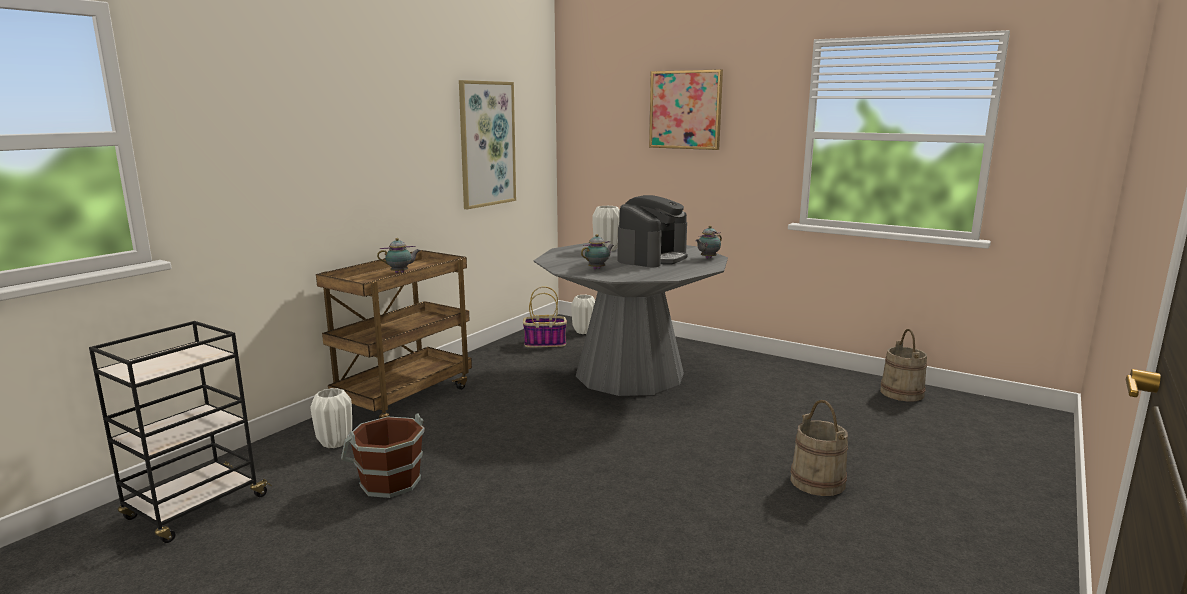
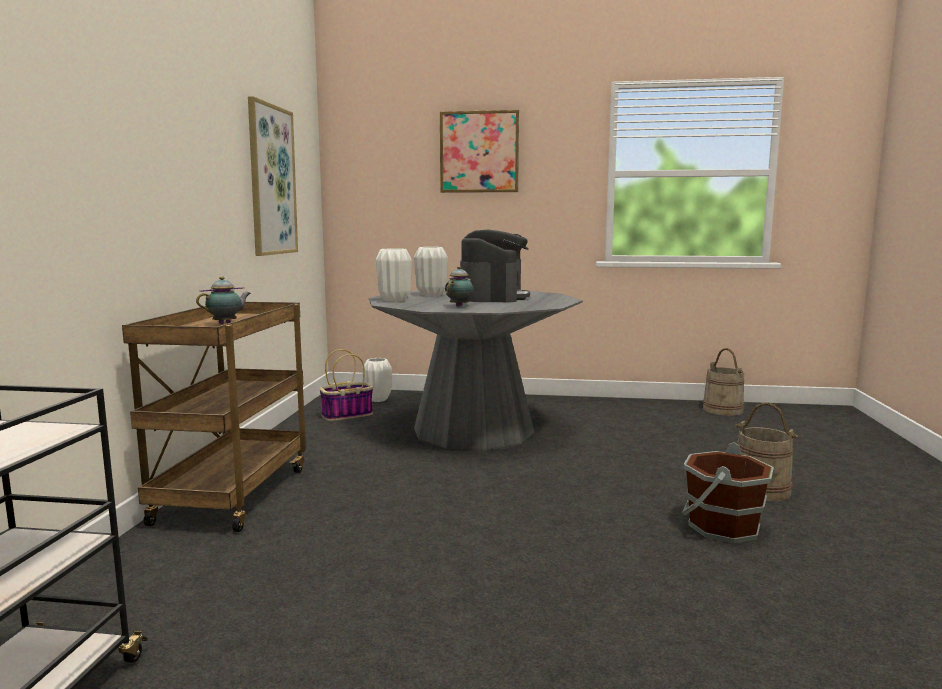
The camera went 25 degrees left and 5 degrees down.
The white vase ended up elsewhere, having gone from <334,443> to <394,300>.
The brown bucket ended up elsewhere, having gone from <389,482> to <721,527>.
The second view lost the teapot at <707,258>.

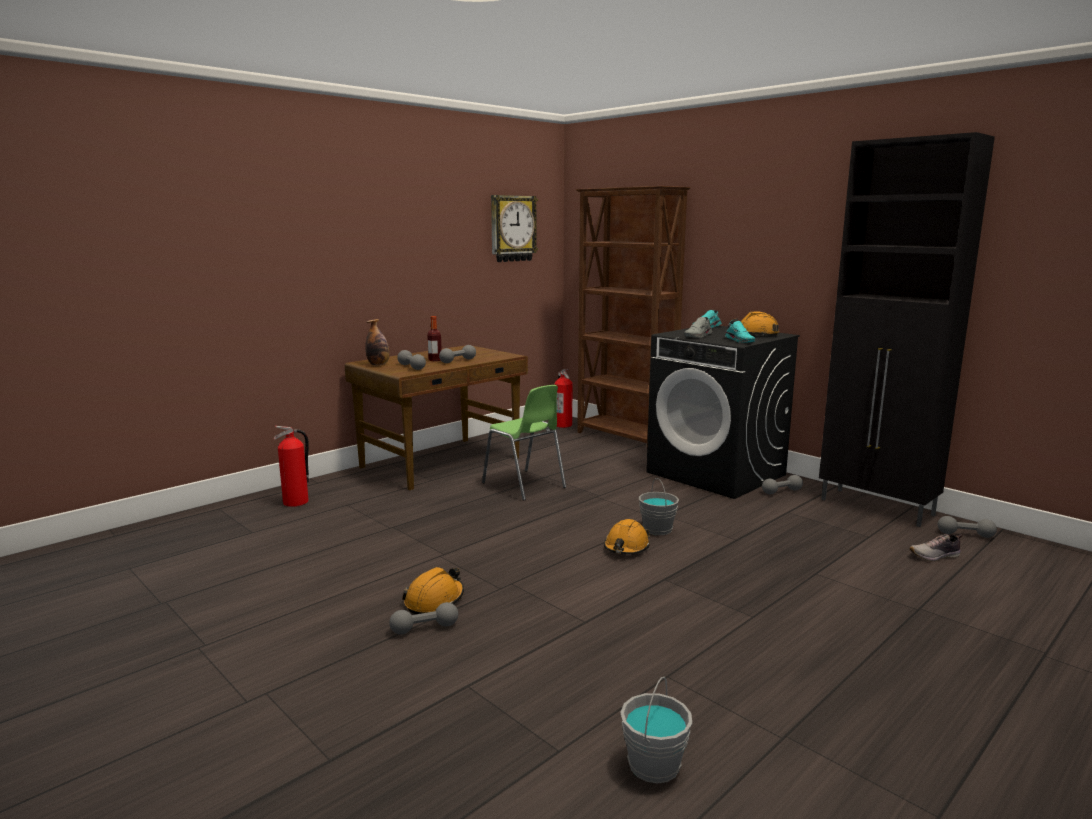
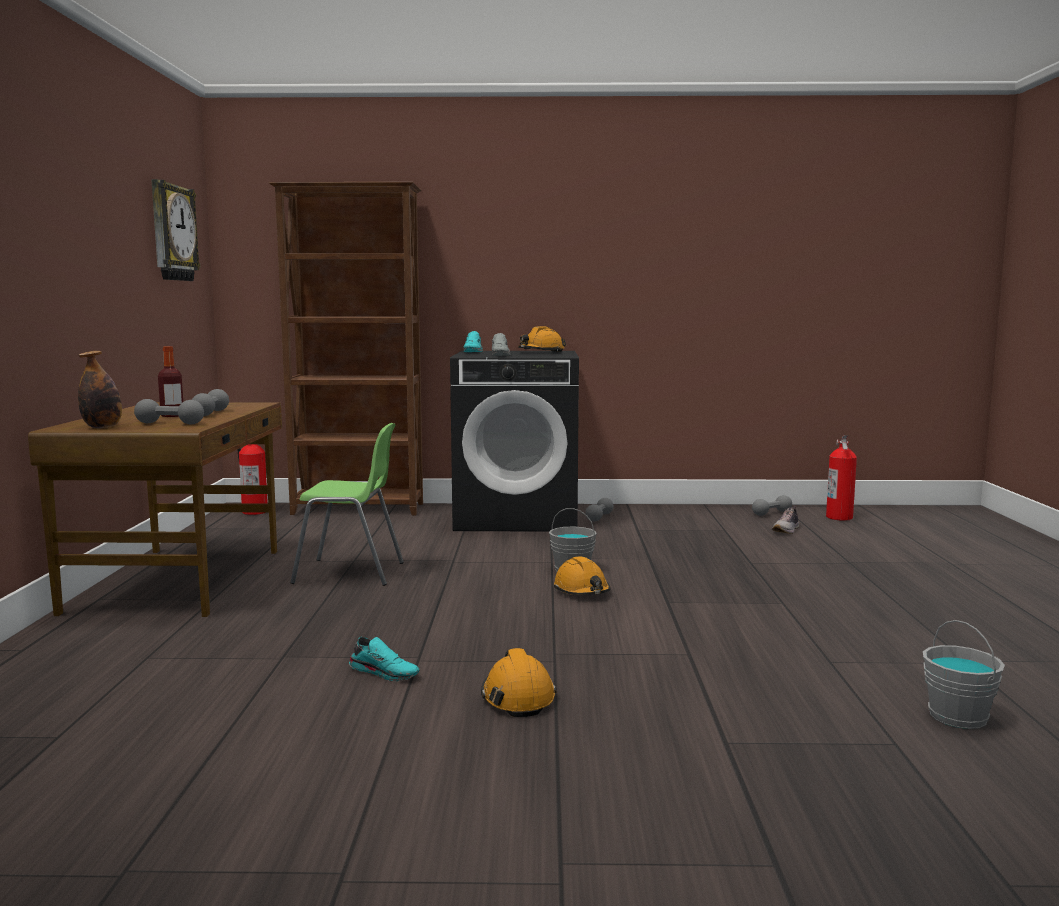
The camera went 45 degrees left and 5 degrees down.
The fire extinguisher ended up elsewhere, having gone from <296,502> to <839,517>.
The second view lost the grey dumbbell at <424,628>.
The turquoise shoe ended up elsewhere, having gone from <740,341> to <385,672>.
The second view lost the black cabinet at <878,508>.

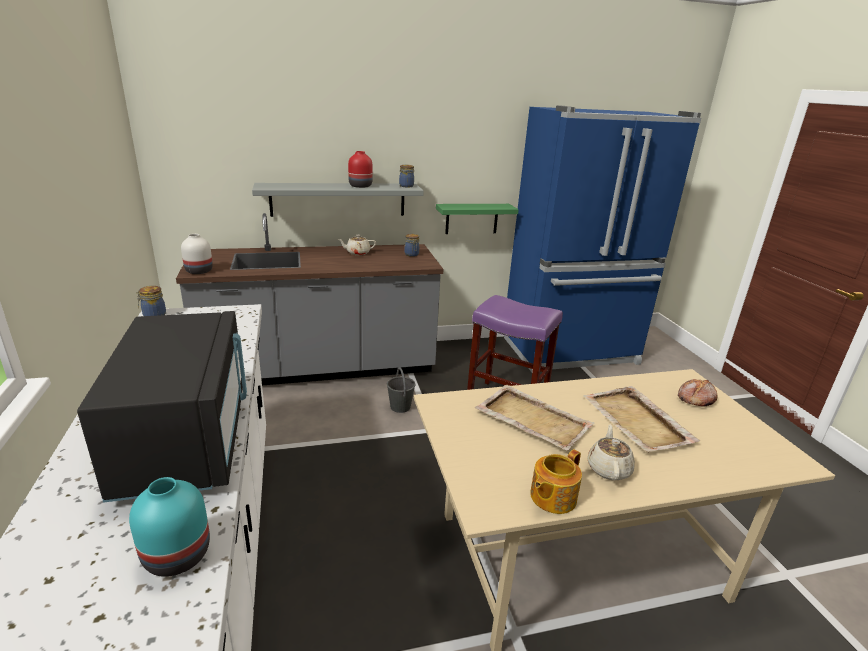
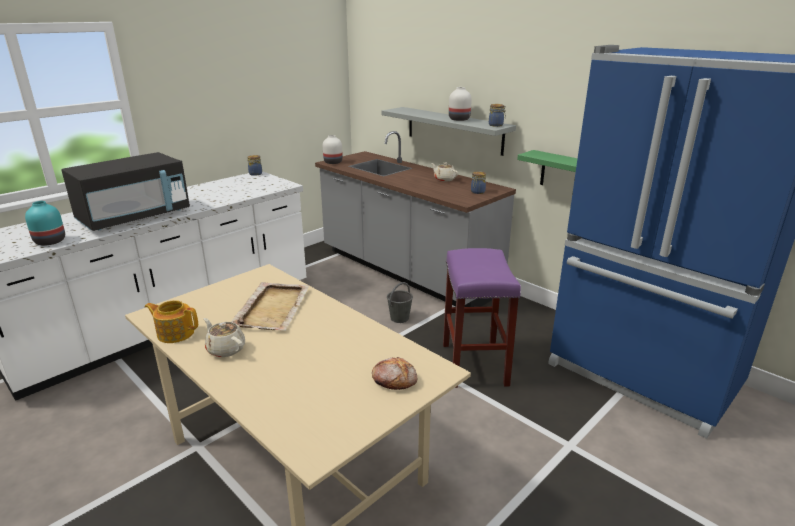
The camera went 60 degrees right and 0 degrees up.
What was the red vase at <361,186> turned into the white vase at <459,119>.
The second view lost the beige tray at <637,421>.
The beige teapot at <608,468> ended up facing another way, 120 degrees counterclockwise from before.

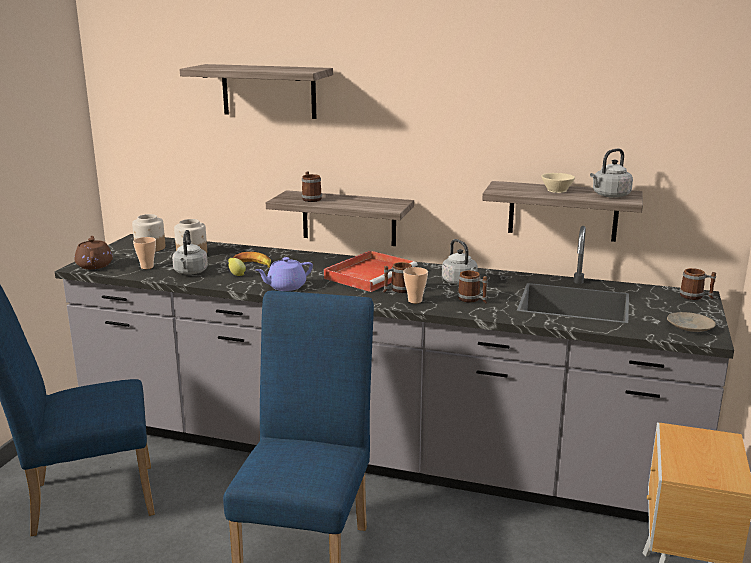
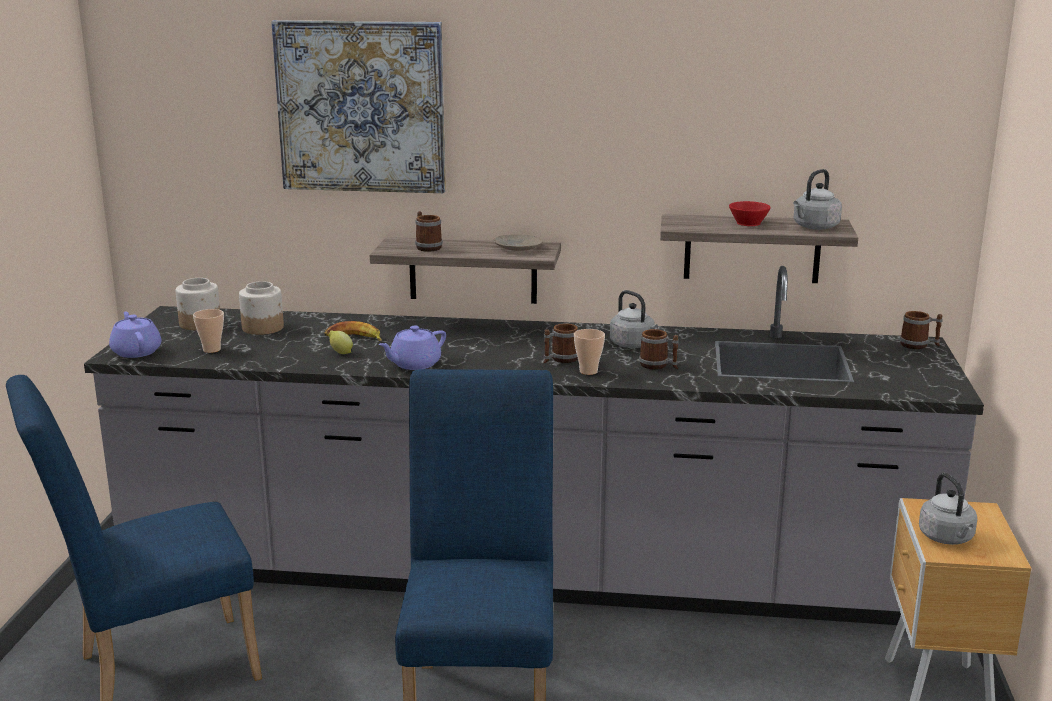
The camera went 10 degrees left and 0 degrees up.
What was the brown teapot at <94,265> turned into the purple teapot at <136,351>.
The grey kettle ended up elsewhere, having gone from <190,272> to <947,538>.
Where the shelf hung at <268,91>, the picture came to hang at <361,107>.
The second view lost the red tray at <371,274>.
What was the beige cup at <555,190> turned into the red cup at <746,223>.
The beige plate ended up elsewhere, having gone from <689,327> to <517,248>.

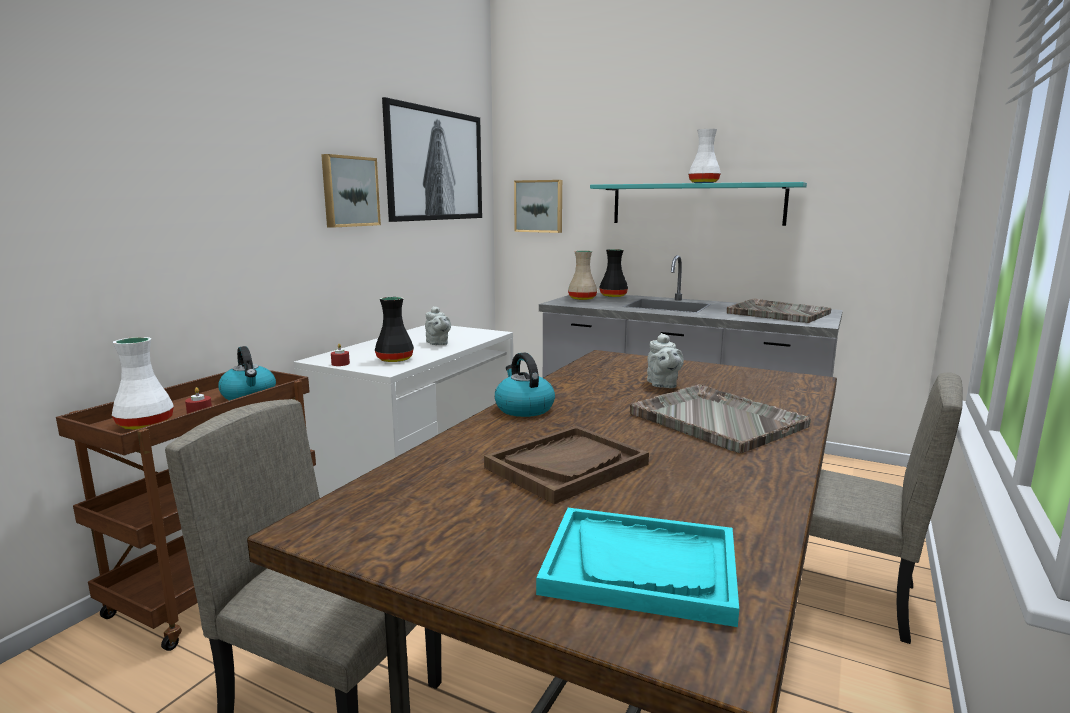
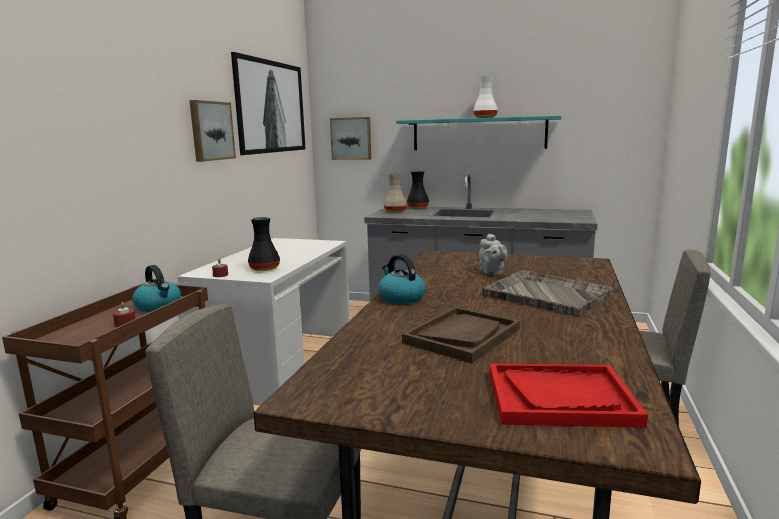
The camera went 10 degrees left and 0 degrees up.
The second view lost the white vase at <145,424>.
The second view lost the grey teapot at <437,343>.
What was the turquoise tray at <641,567> turned into the red tray at <560,398>.
The second view lost the grey tray at <777,313>.

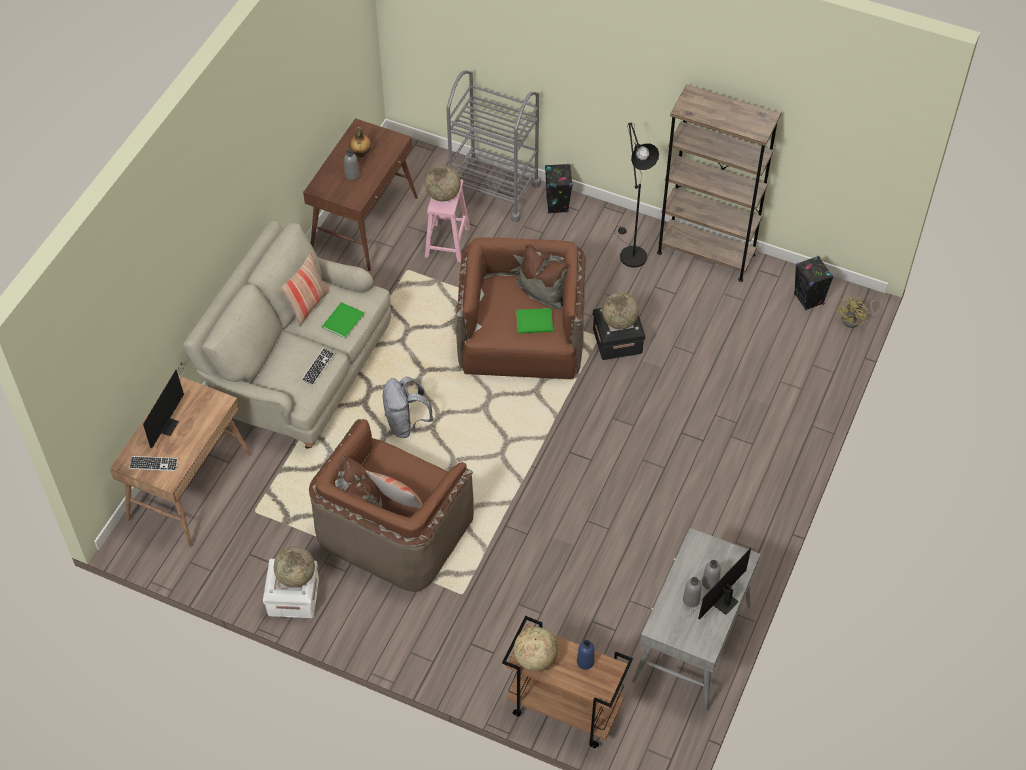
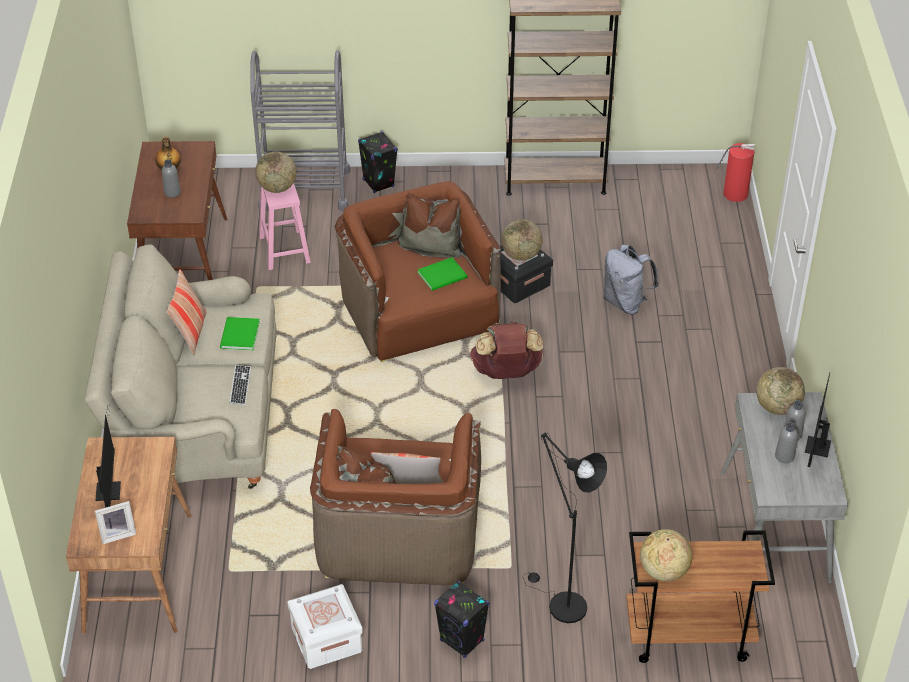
The camera went 25 degrees left and 10 degrees down.
Where the keyboard stood at <154,464>, the picture frame came to stand at <117,534>.
The globe ended up elsewhere, having gone from <296,577> to <777,407>.
The grey backpack ended up elsewhere, having gone from <406,424> to <626,303>.
The second view lost the blue bottle at <585,662>.
The black floor lamp ended up elsewhere, having gone from <630,253> to <561,604>.
The black speaker ended up elsewhere, having gone from <808,299> to <462,641>.
Where the yellow fan stood at <855,320>, the fire extinguisher came to stand at <734,193>.
The second view gained the brown backpack at <506,372>.

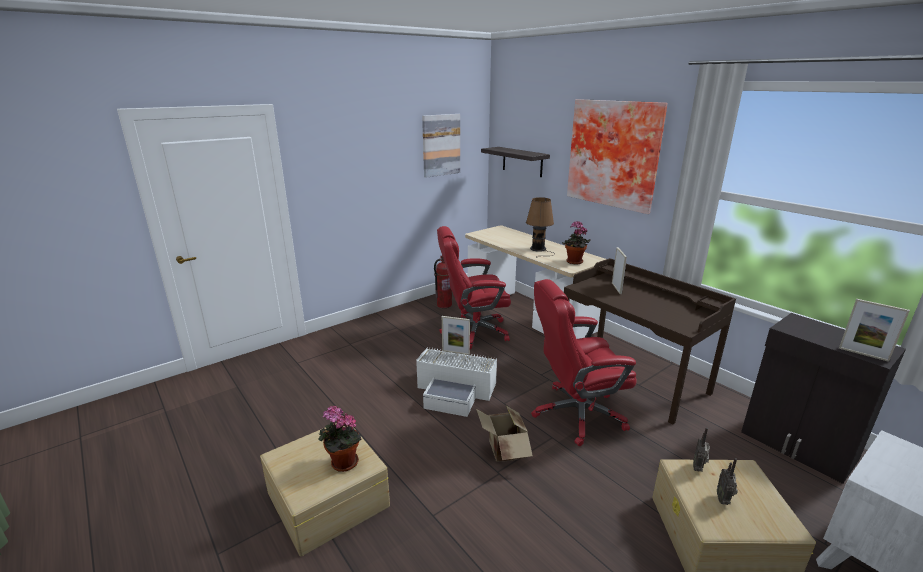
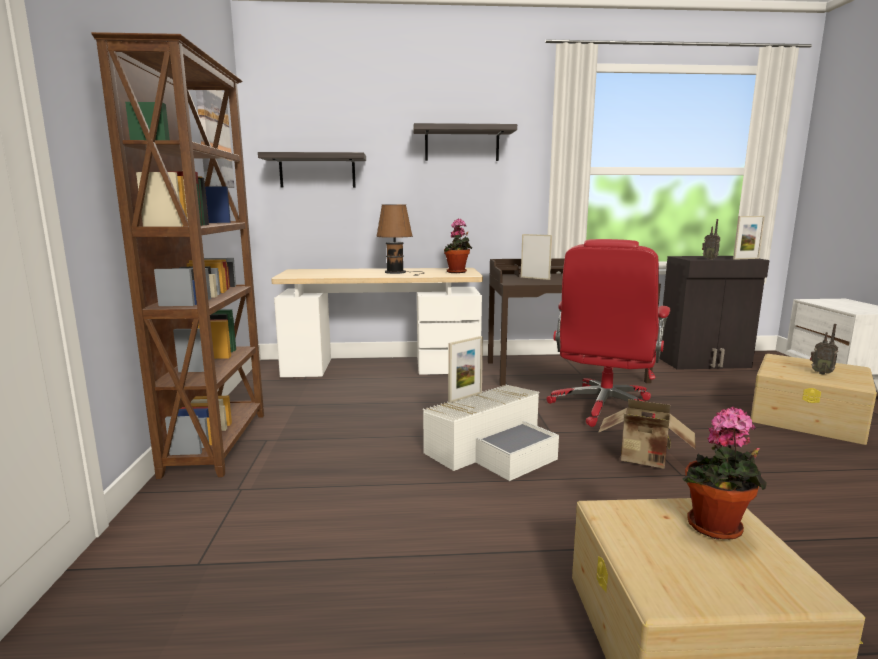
The camera went 55 degrees left and 10 degrees down.
The second view lost the fire extinguisher at <444,305>.
The second view lost the red office chair at <473,332>.
Where the picture hung at <614,154>, the shelf came to hang at <462,144>.
The radio ended up elsewhere, having gone from <698,468> to <710,259>.
The second view gained the brown bookcase at <219,442>.

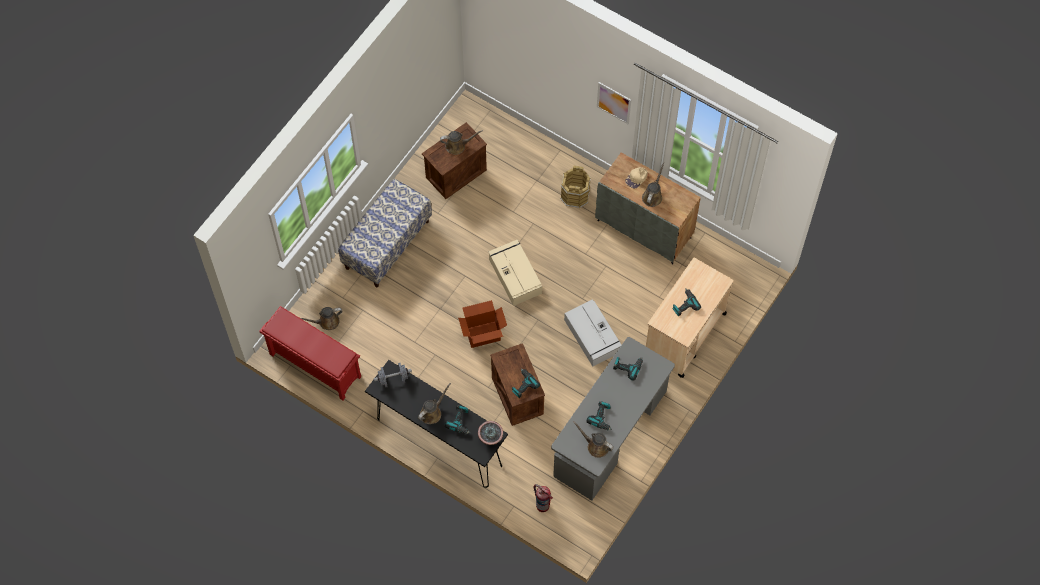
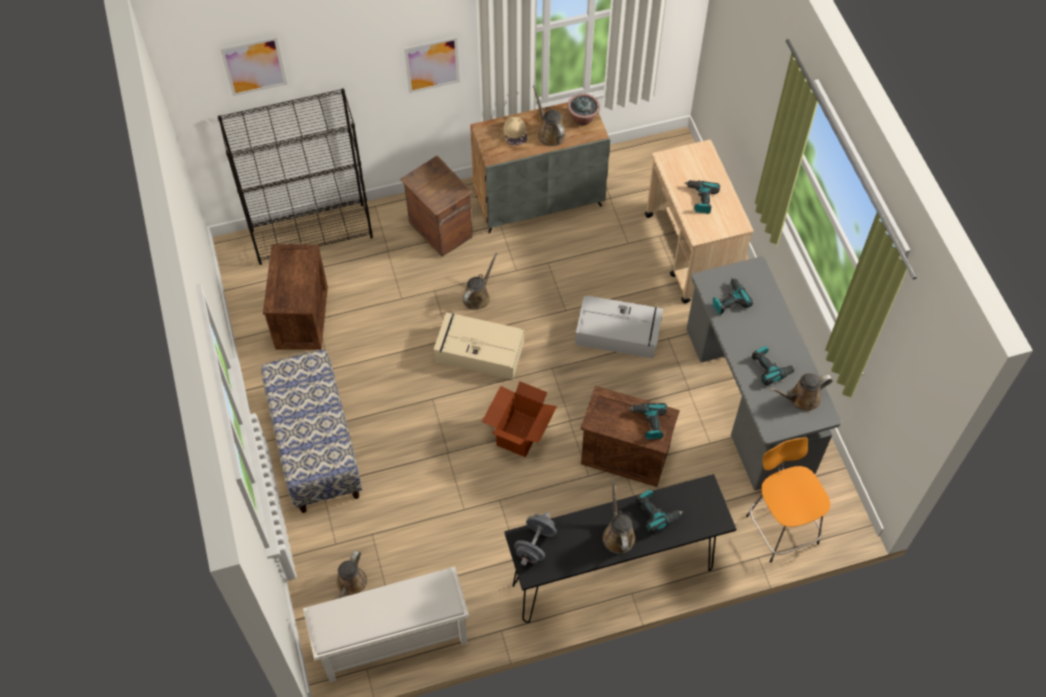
The camera went 50 degrees left and 5 degrees down.
What was the red shoe rack at <314,365> turned into the white shoe rack at <392,641>.
The brown watering can ended up elsewhere, having gone from <457,146> to <478,296>.
The potted plant ended up elsewhere, having gone from <490,438> to <582,118>.
Where the fire extinguisher stood at <542,505>, the orange stool came to stand at <780,527>.
Where the brown bucket stood at <575,195>, the crate came to stand at <440,231>.
The second view gained the black bookcase at <312,233>.
The second view gained the picture at <254,66>.

